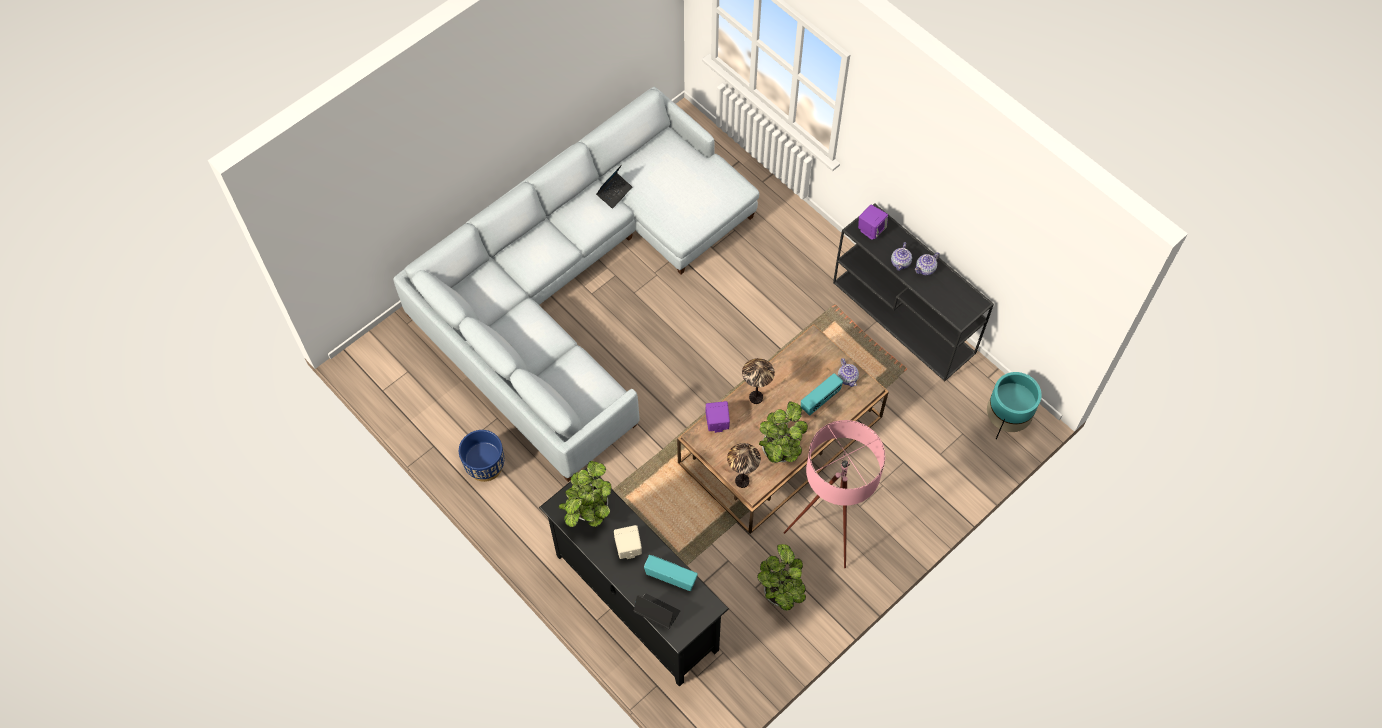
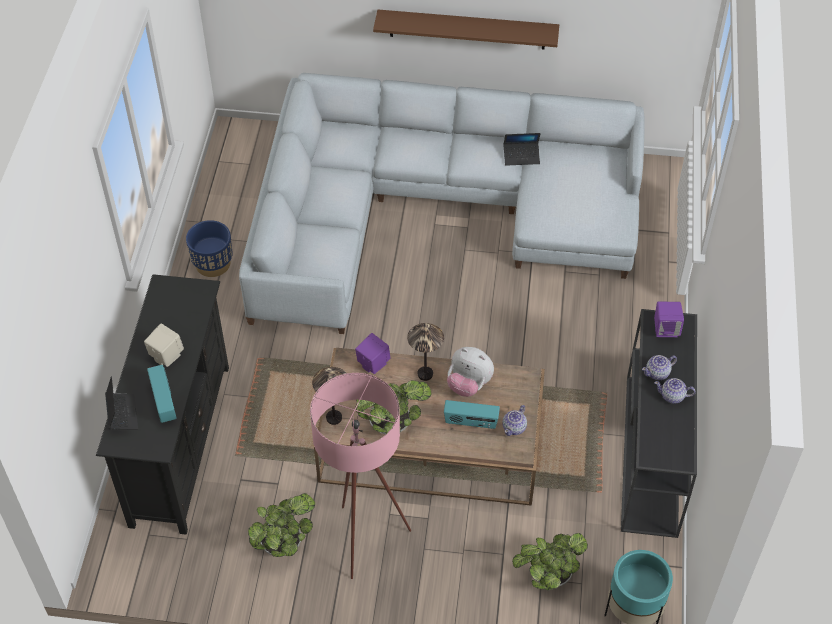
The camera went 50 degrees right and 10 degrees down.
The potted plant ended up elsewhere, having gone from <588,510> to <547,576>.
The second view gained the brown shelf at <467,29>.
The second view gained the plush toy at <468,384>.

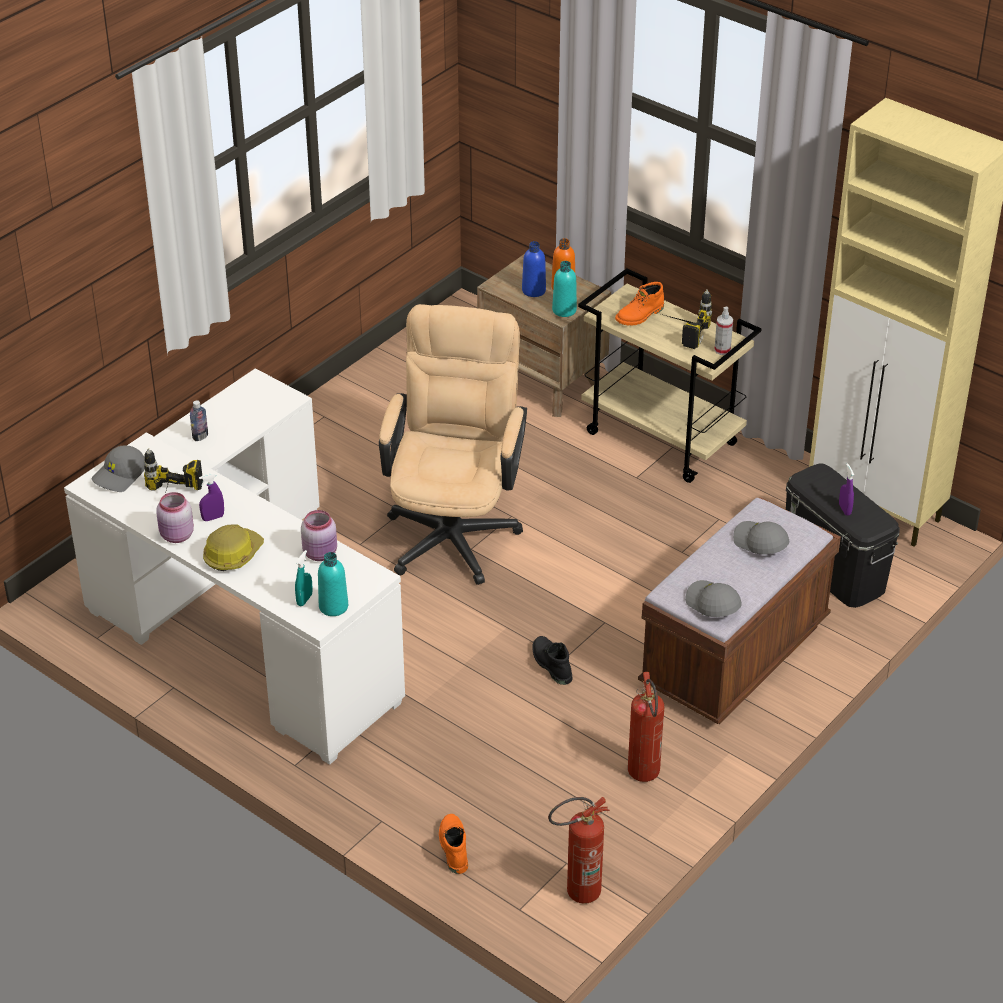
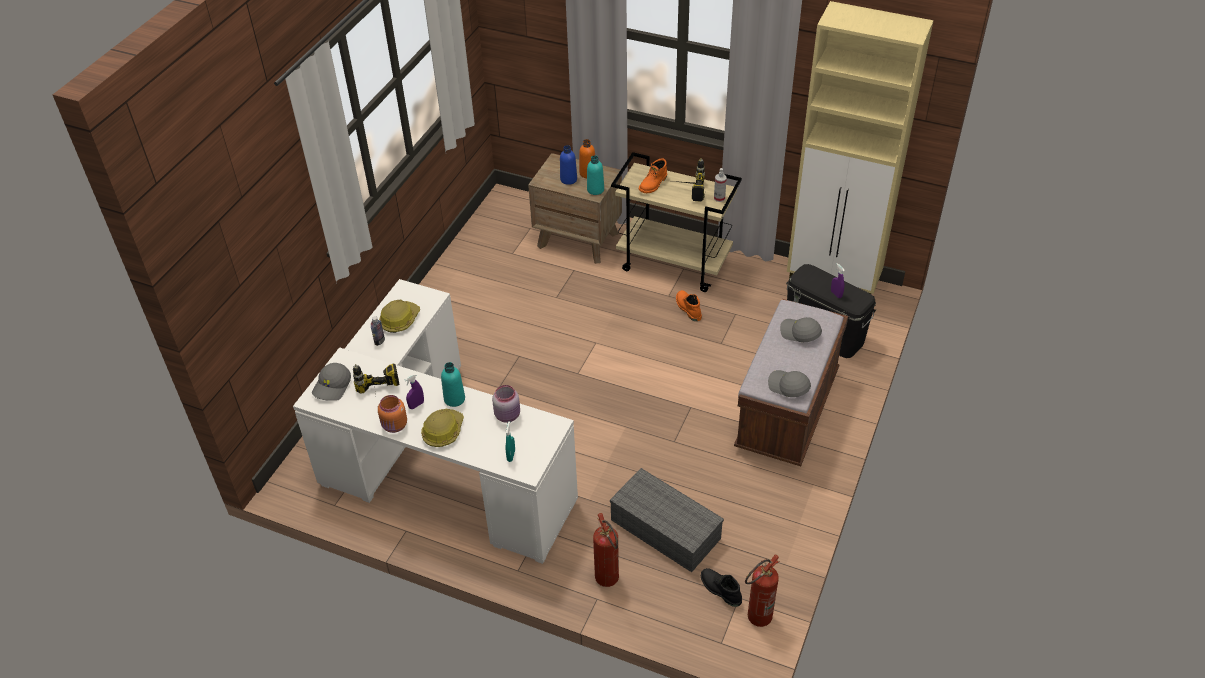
The camera went 15 degrees left and 5 degrees up.
What was the pink jar at <177,536> turned into the orange jar at <395,426>.
The turquoise bottle ended up elsewhere, having gone from <333,606> to <454,399>.
The second view lost the beige office chair at <454,528>.
The orange boot ended up elsewhere, having gone from <453,847> to <687,308>.
The black boot ended up elsewhere, having gone from <550,664> to <720,590>.
The fire extinguisher ended up elsewhere, having gone from <645,777> to <609,582>.
The second view gained the hard hat at <399,320>.
The second view gained the grey storage box at <663,529>.

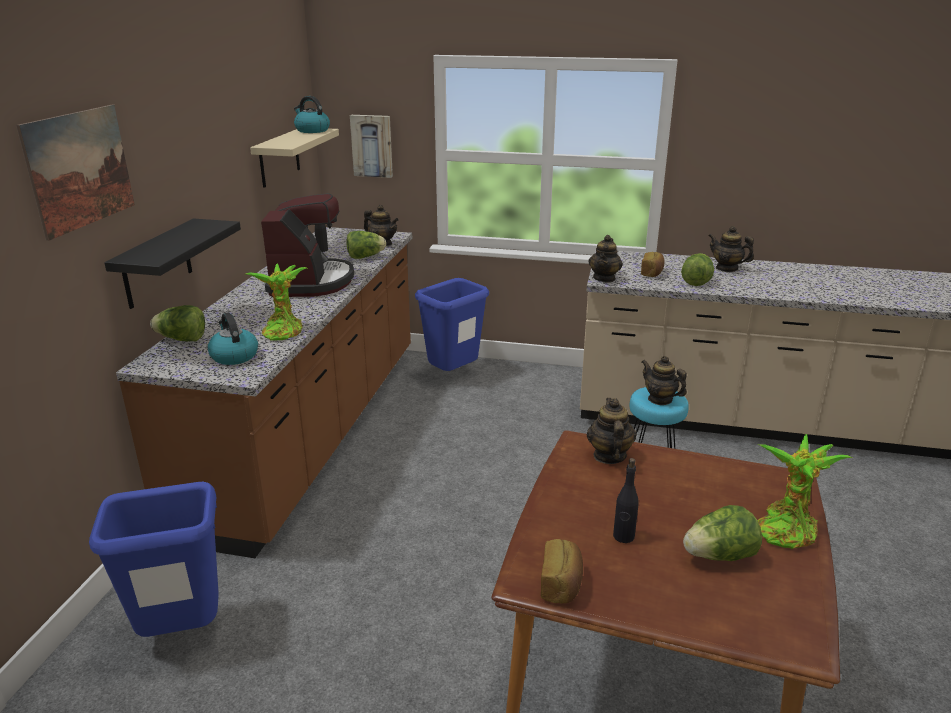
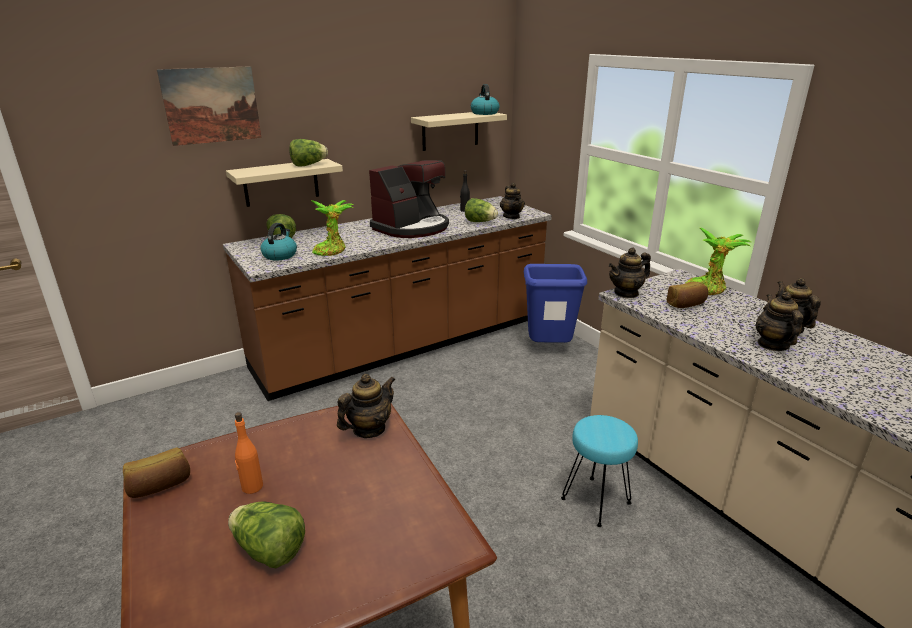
The camera went 45 degrees right and 0 degrees up.
The second view lost the blue trash can at <181,634>.
What was the black shelf at <157,264> turned into the beige shelf at <281,182>.
The second view lost the picture at <372,145>.
What was the black bottle at <623,536> turned into the orange bottle at <252,486>.
The teapot ended up elsewhere, having gone from <660,399> to <773,345>.
The lettuce ended up elsewhere, having gone from <696,281> to <308,165>.
The potted plant ended up elsewhere, having gone from <787,528> to <708,289>.

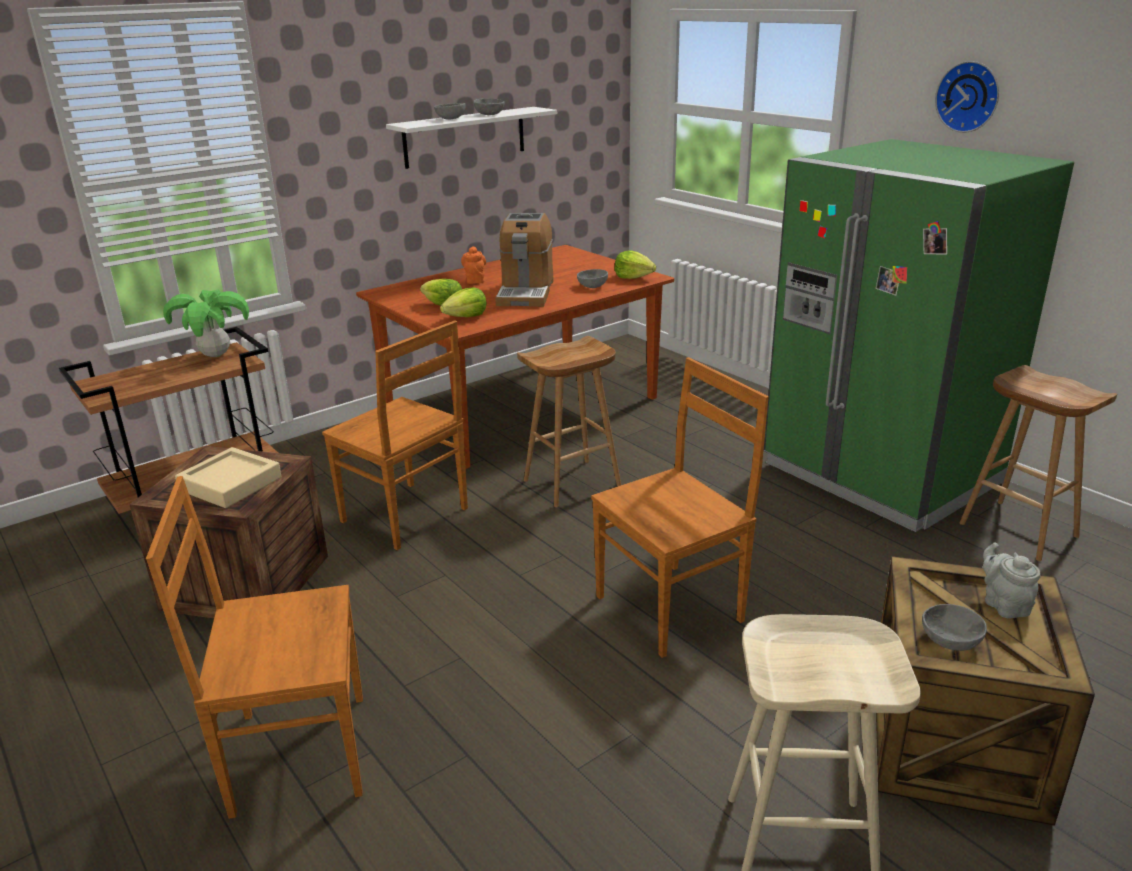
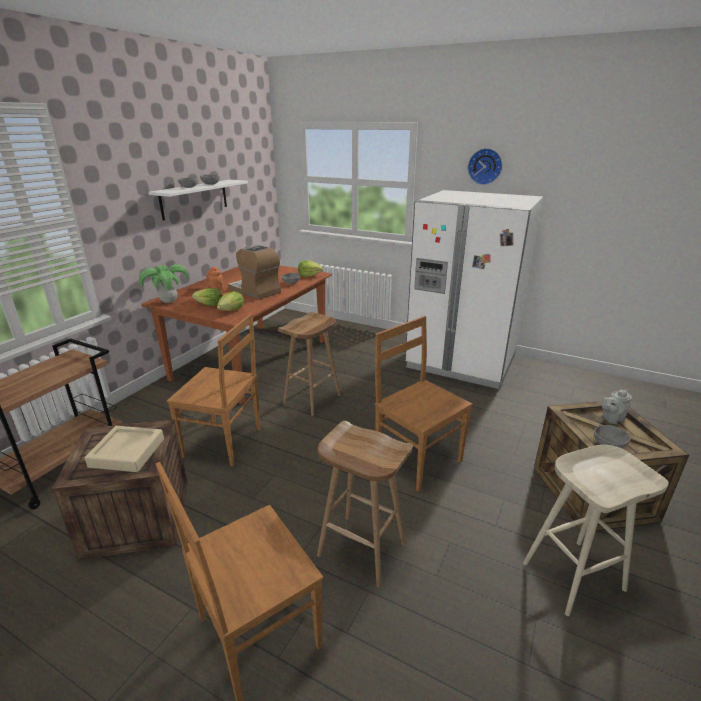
The camera went 25 degrees left and 0 degrees up.
The potted plant ended up elsewhere, having gone from <216,355> to <169,302>.
The coffee machine at <526,292> ended up facing another way, 150 degrees clockwise from before.
The brown chair at <672,607> ended up facing another way, 75 degrees counterclockwise from before.
What was the green fridge at <880,474> turned into the white fridge at <461,362>.
The brown stool ended up elsewhere, having gone from <1016,529> to <360,549>.
The grey teapot at <1003,605> ended up facing another way, 75 degrees counterclockwise from before.

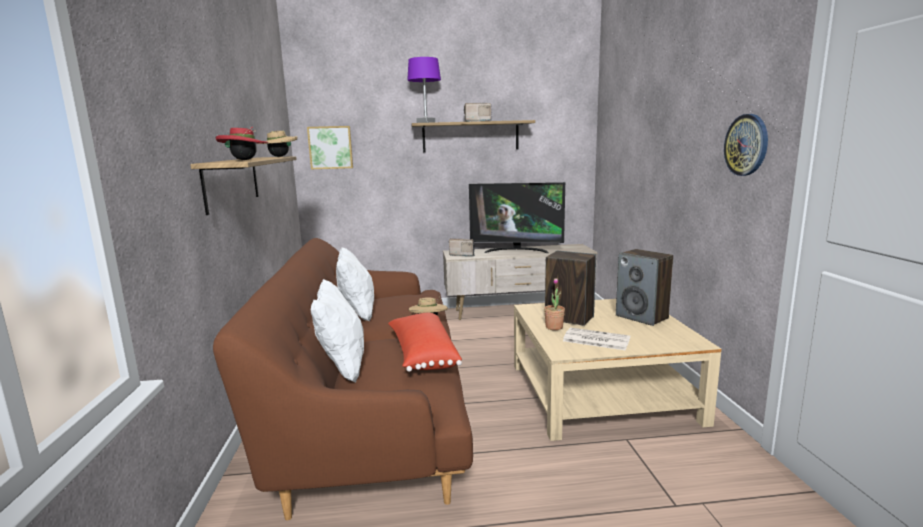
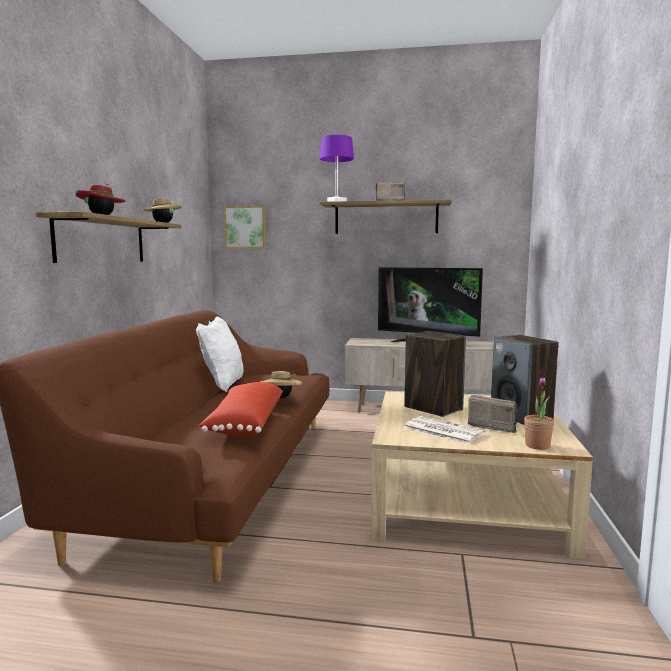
The camera went 15 degrees right and 5 degrees down.
The second view lost the white pillow at <342,368>.
The radio ended up elsewhere, having gone from <462,255> to <492,426>.
The potted plant ended up elsewhere, having gone from <554,327> to <537,445>.
The second view lost the wall clock at <746,145>.

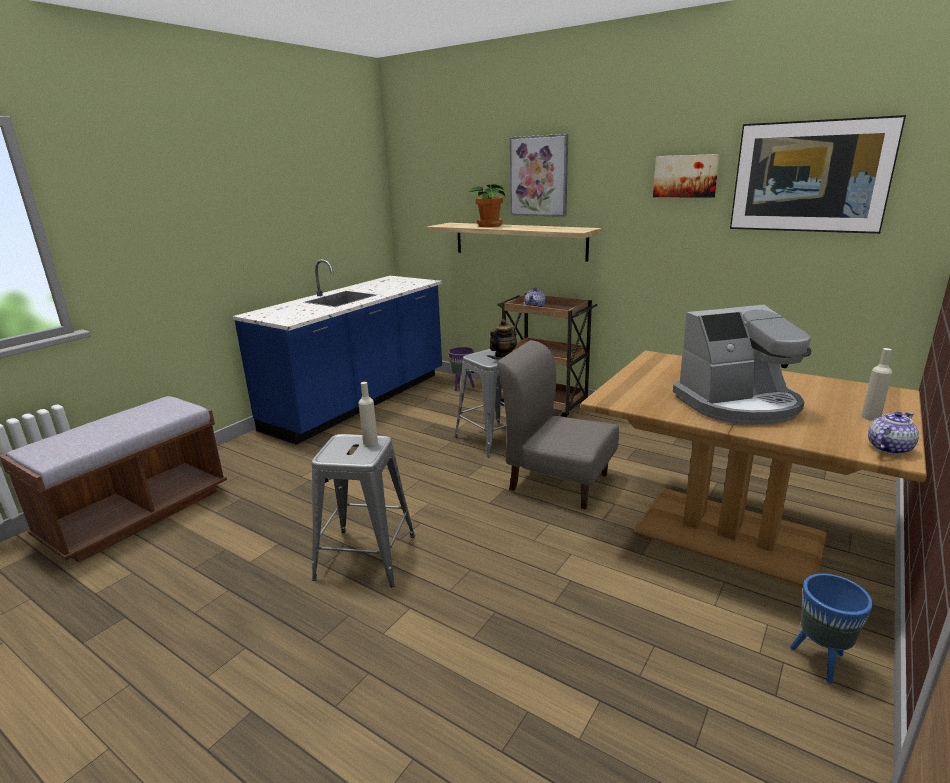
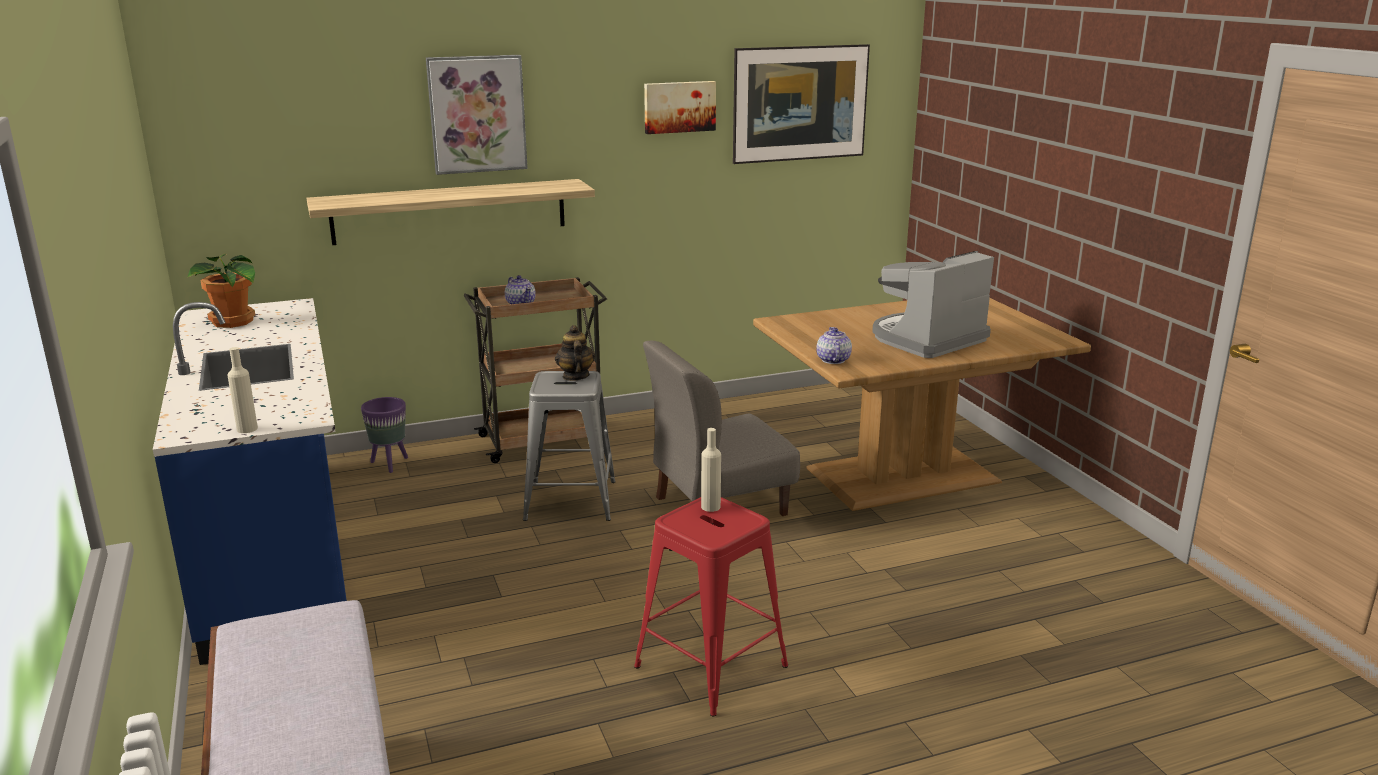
The camera went 55 degrees left and 0 degrees up.
What was the grey stool at <366,557> turned into the red stool at <711,666>.
The potted plant ended up elsewhere, having gone from <489,226> to <232,322>.
The coffee machine at <738,404> ended up facing another way, 150 degrees counterclockwise from before.
The second view lost the blue planter at <821,661>.
The beige bottle ended up elsewhere, having gone from <871,417> to <247,429>.
The teapot ended up elsewhere, having gone from <888,448> to <833,360>.

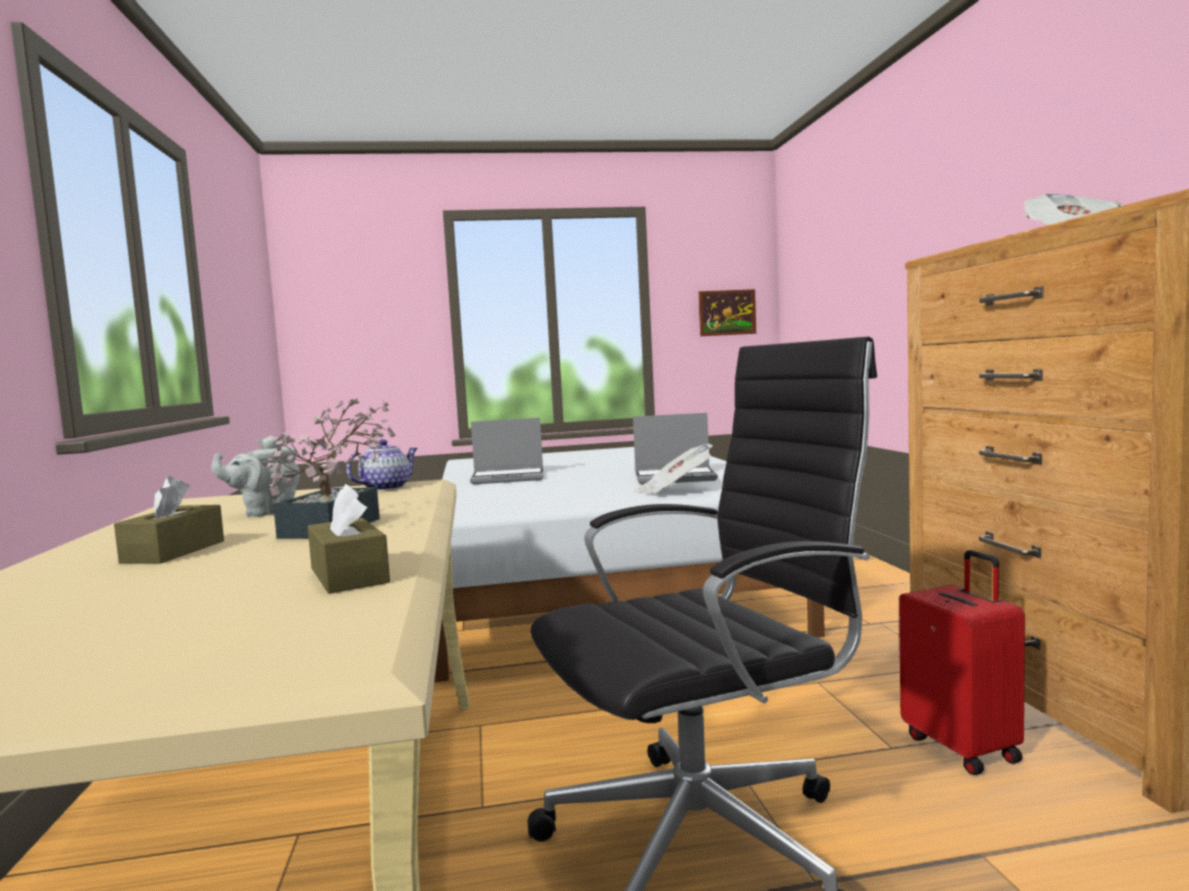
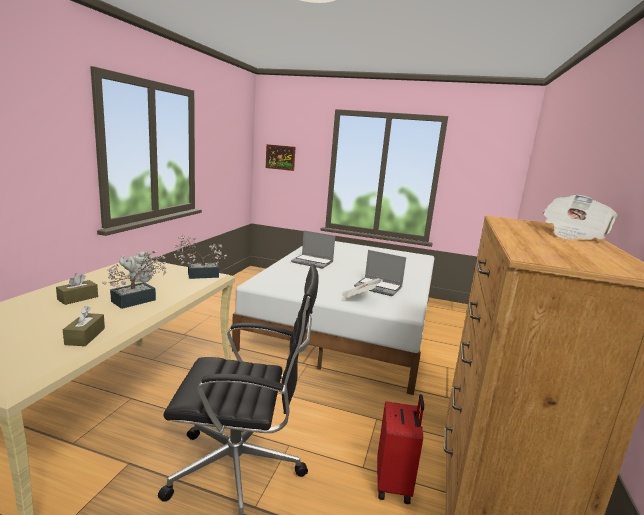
The camera went 25 degrees right and 10 degrees up.
Where the teapot stood at <386,488>, the potted plant came to stand at <199,275>.
The picture ended up elsewhere, having gone from <727,312> to <280,157>.

